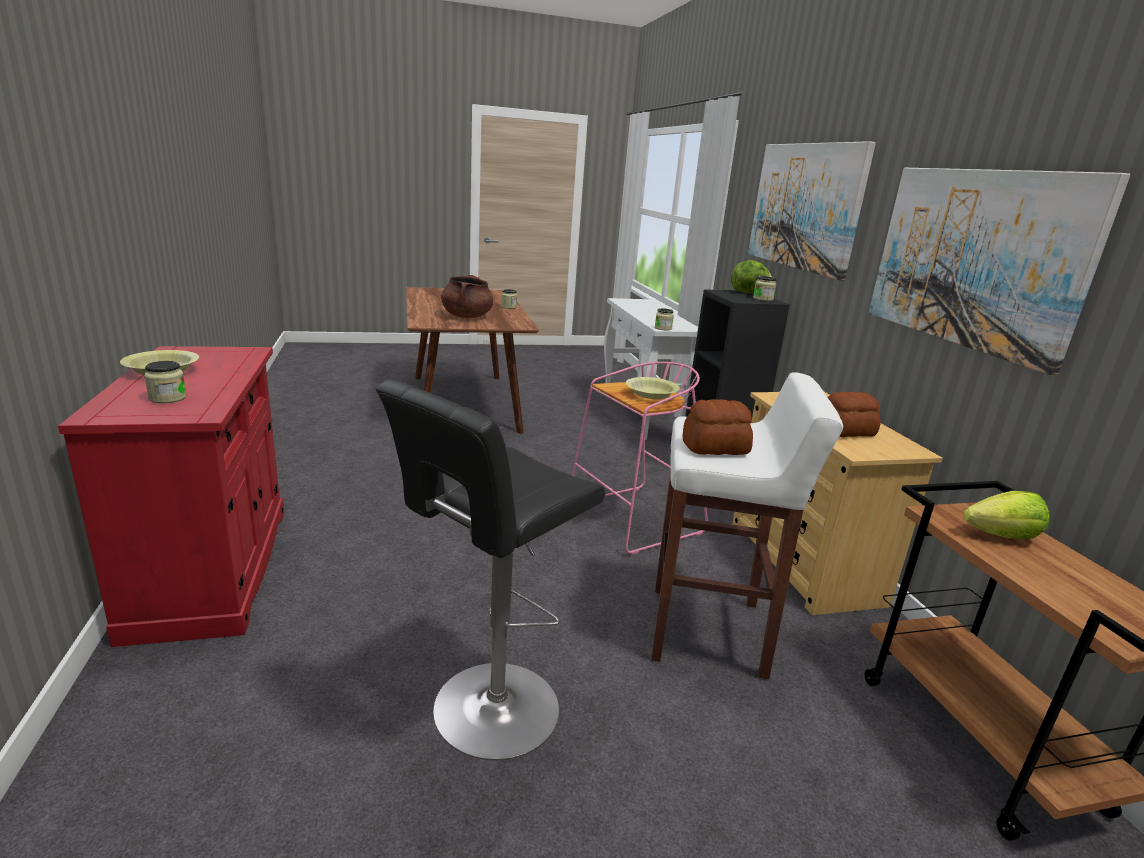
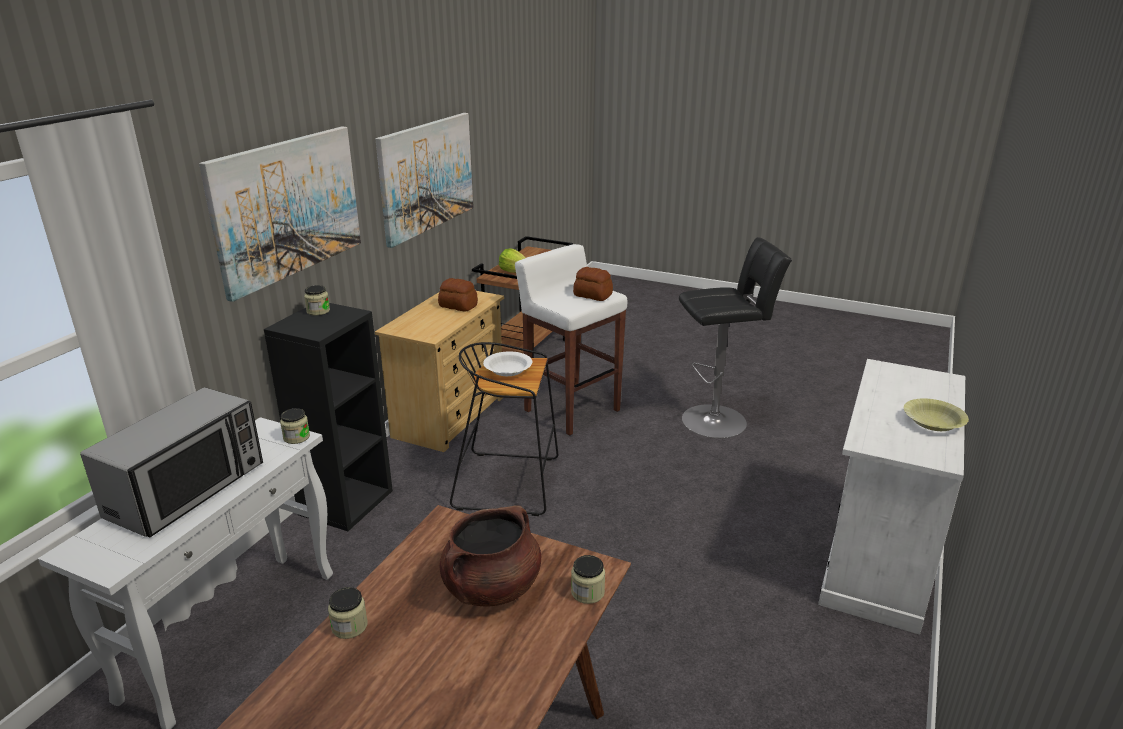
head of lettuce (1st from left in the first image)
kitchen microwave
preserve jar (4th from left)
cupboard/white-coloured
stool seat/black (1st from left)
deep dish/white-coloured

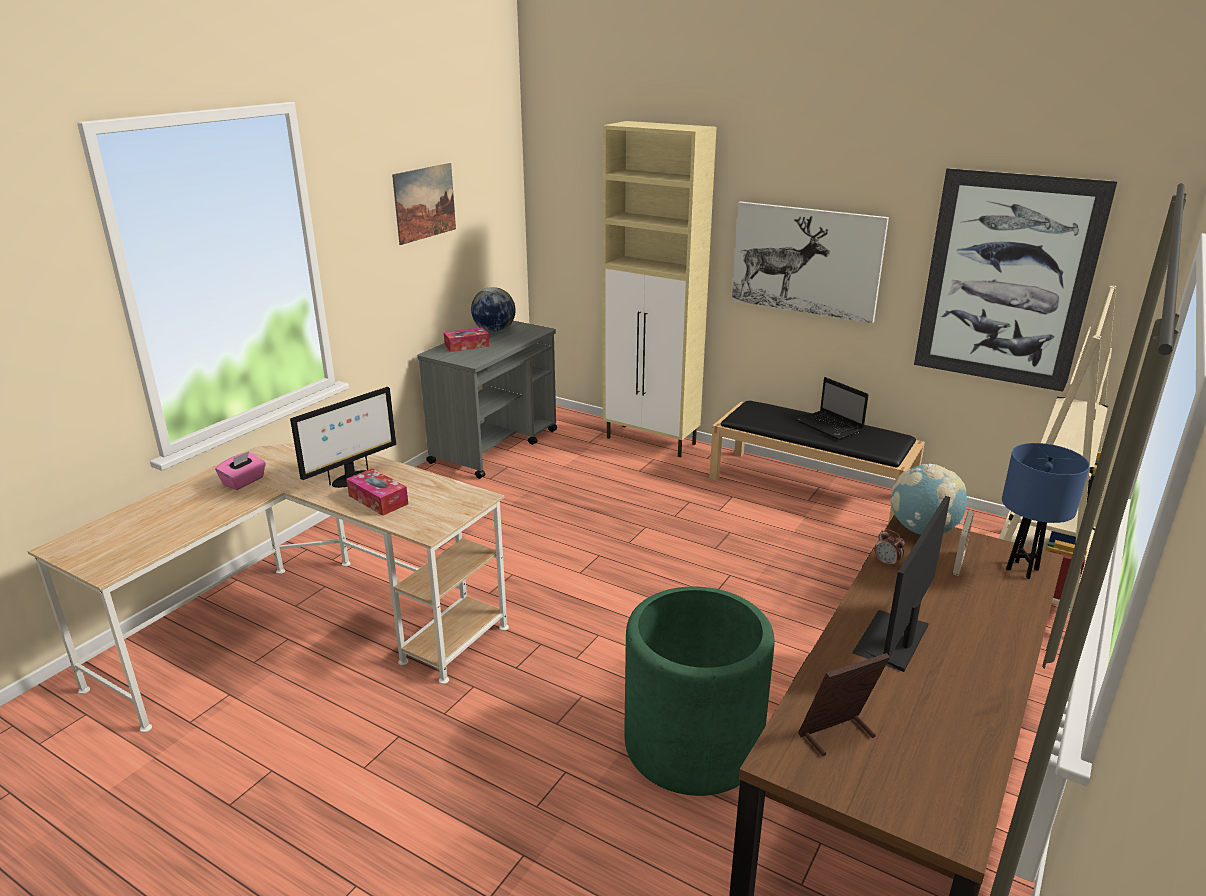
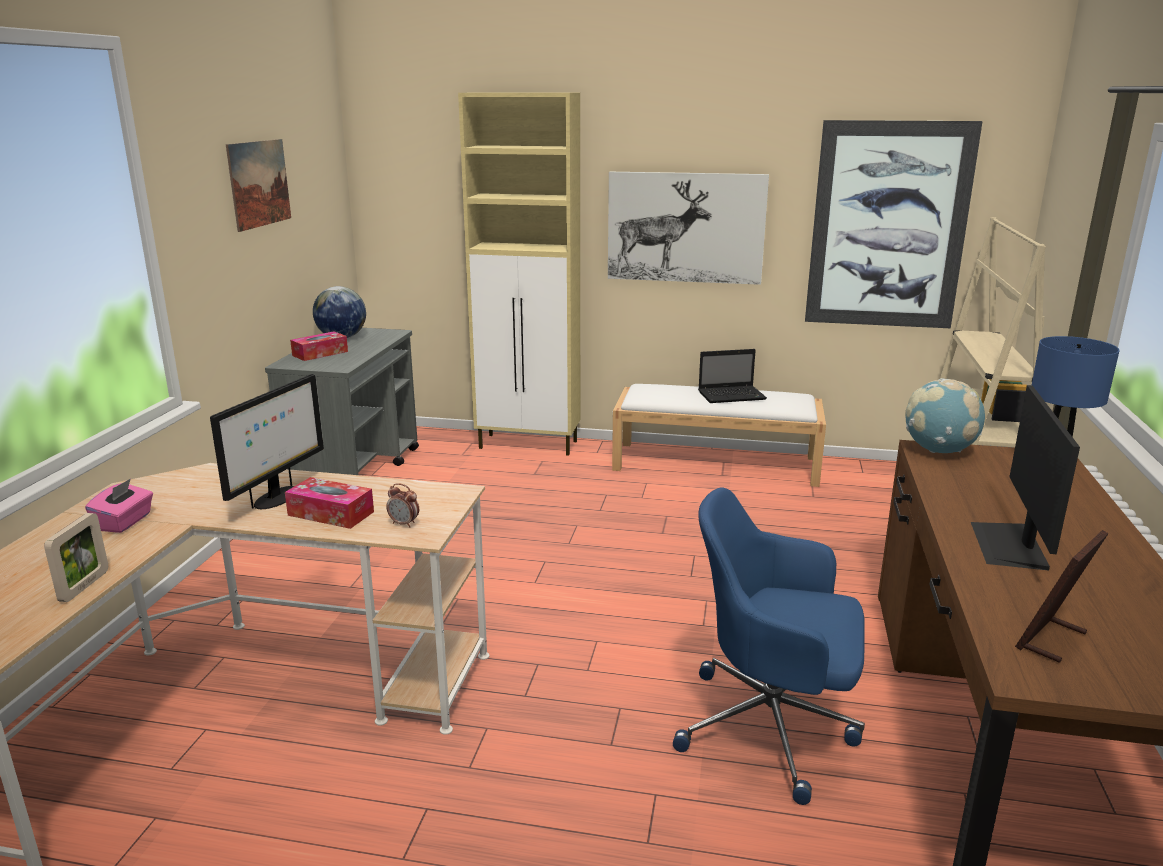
alarm clock
standing frame (1st from left)
office chair/blue
long seat/white-coloured
laptop

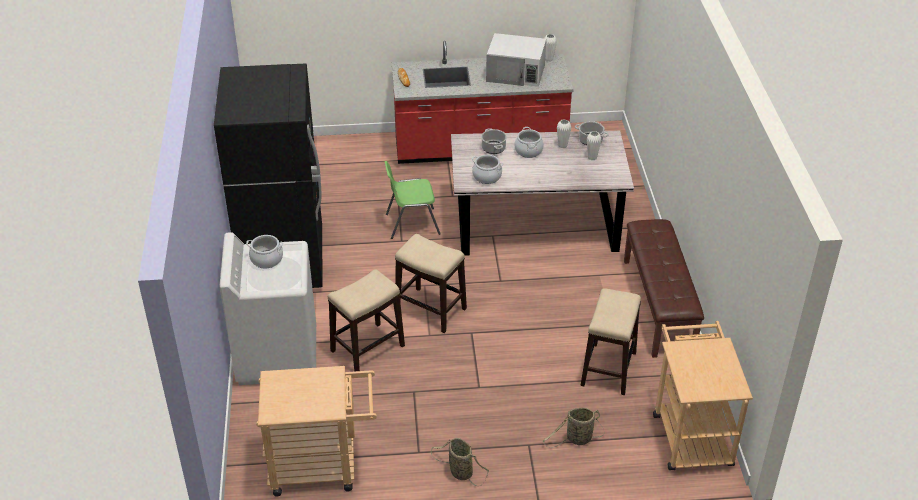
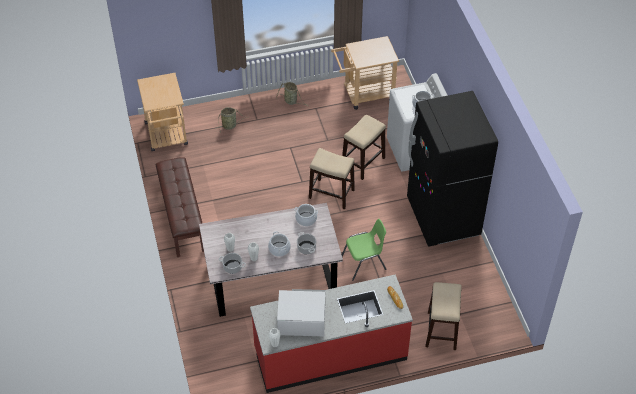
stool seat (3rd from left)

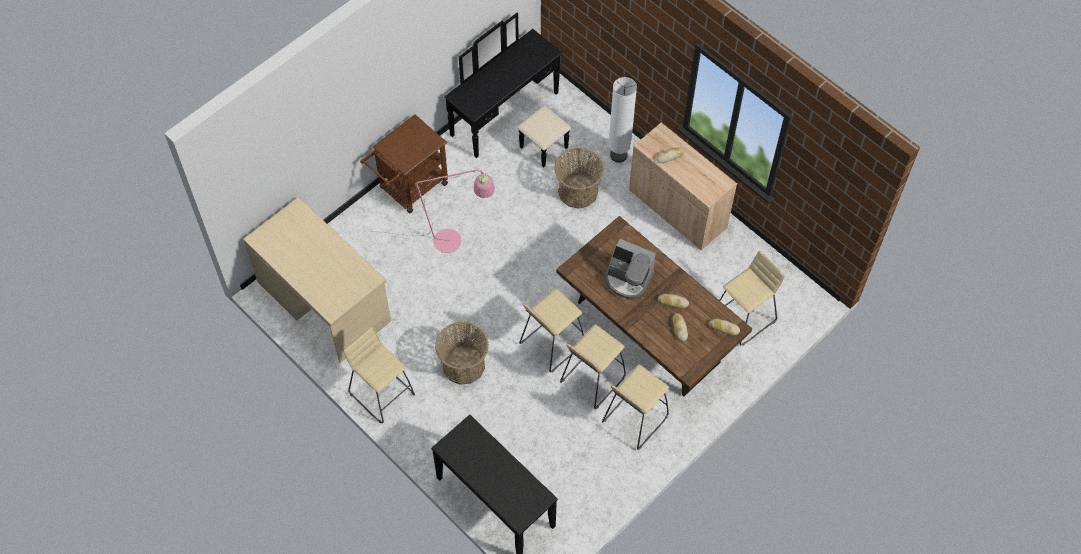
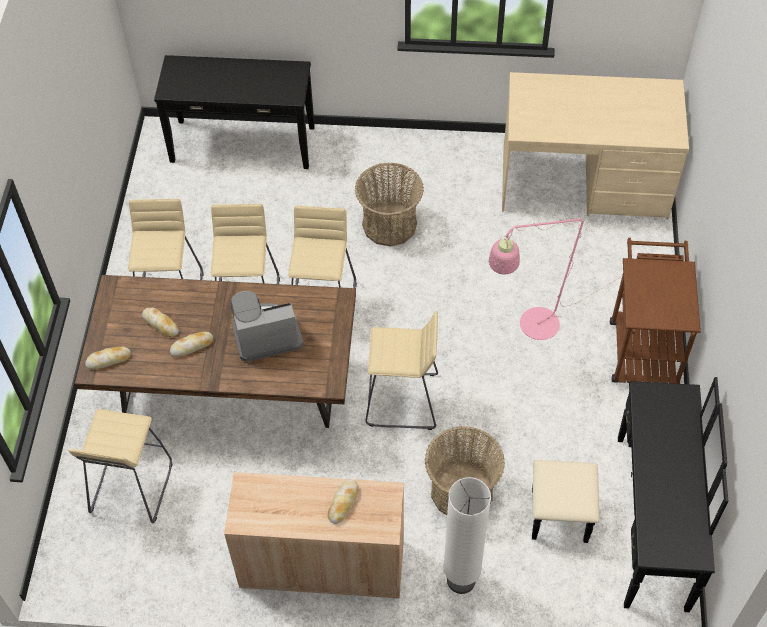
stool seat/beige-coloured (5th from left)

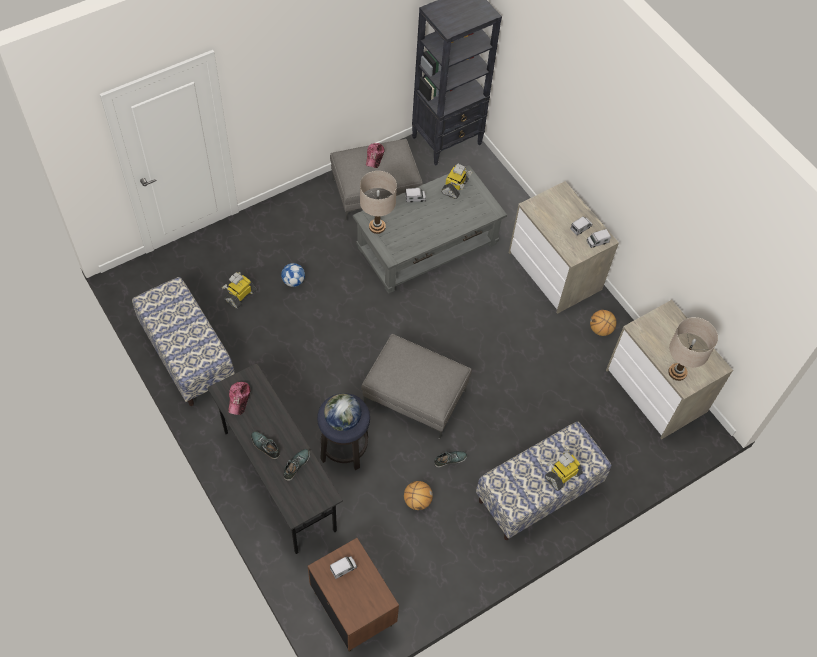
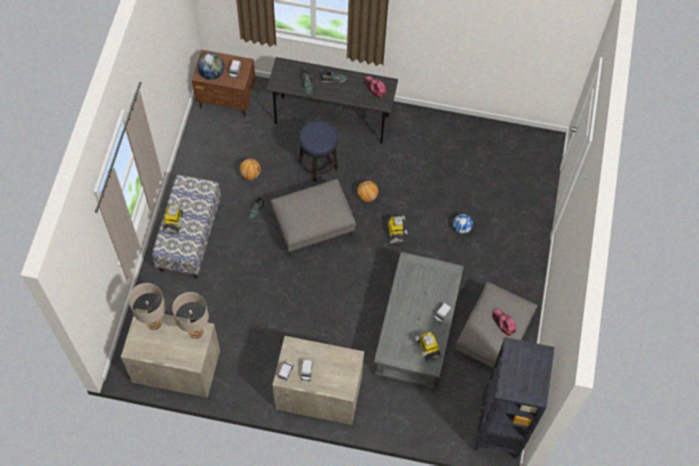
long seat (1st from left in the first image)
model robot (2nd from left)
desk globe
lamp for a table/beige-coloured (2nd from left)
basketball ball (2nd from left)

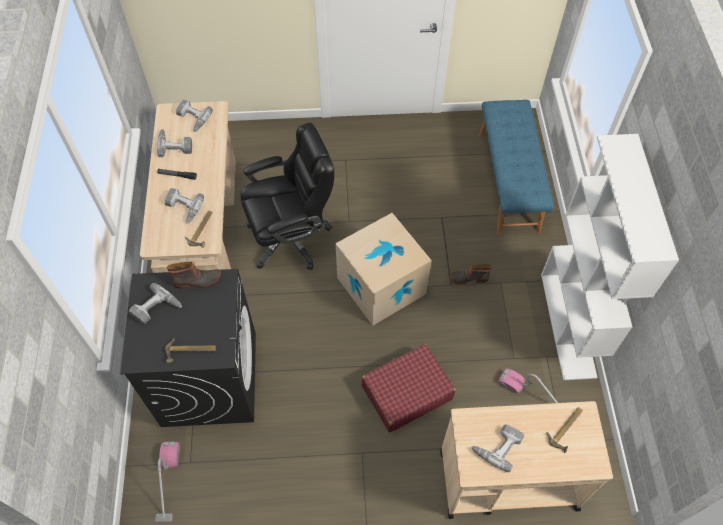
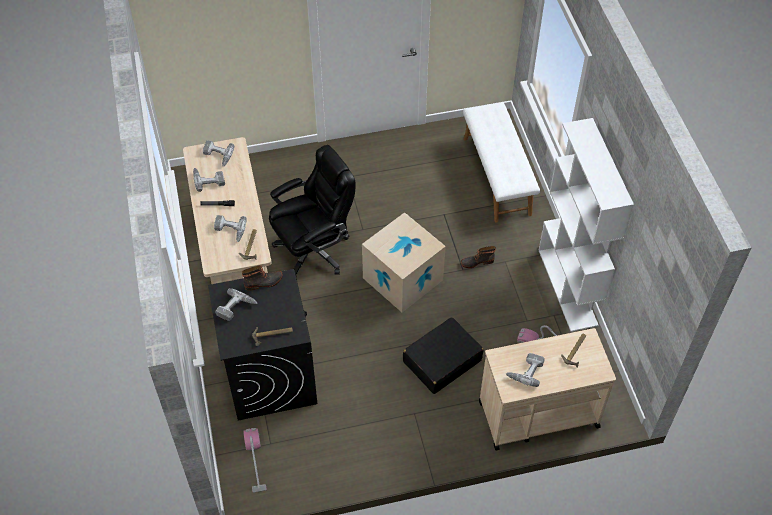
piece of luggage/black
long seat/white-coloured

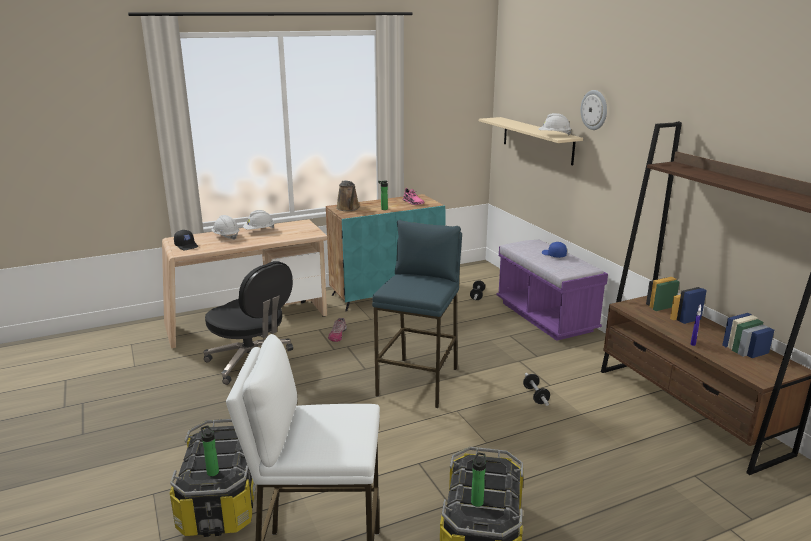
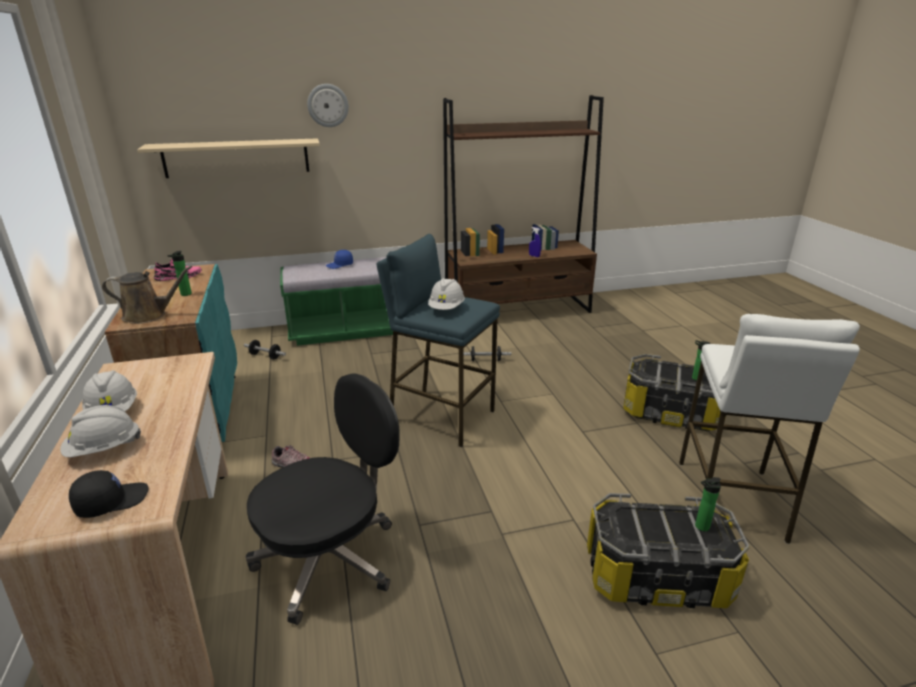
safety helmet/white-coloured (3rd from left)
long seat/greenish

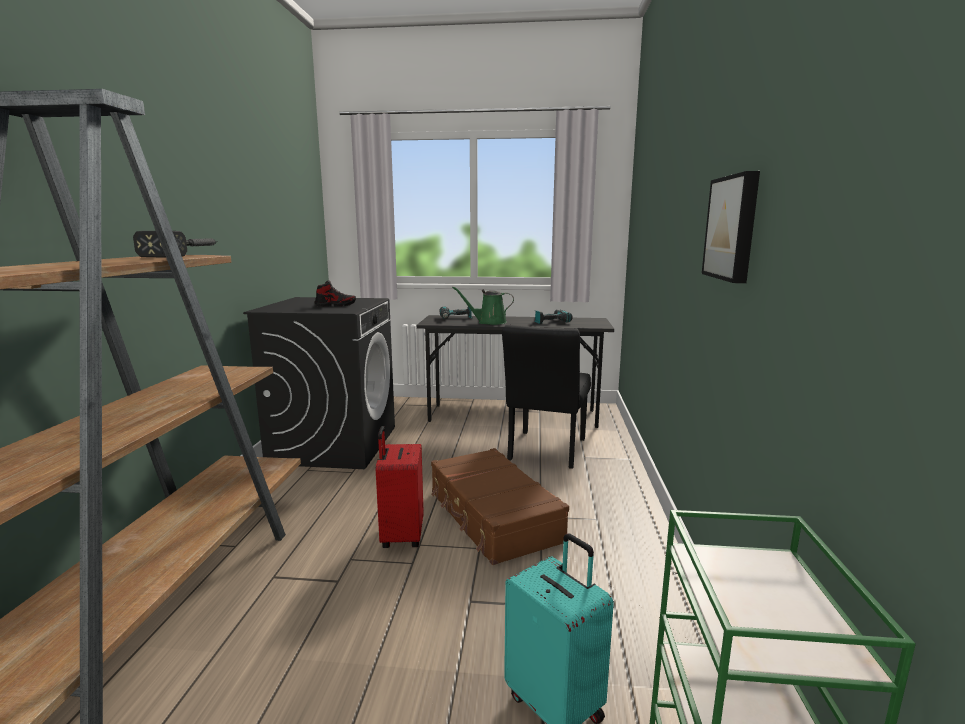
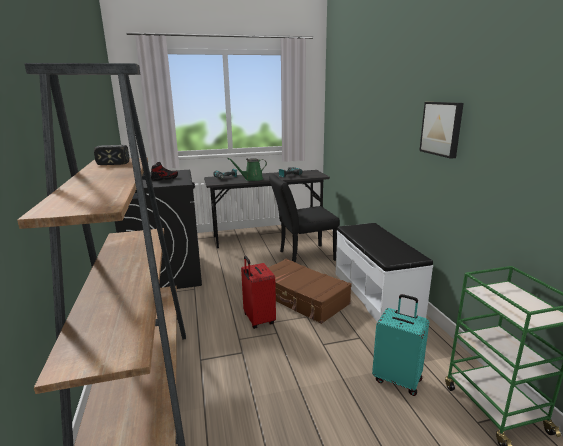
long seat/white-coloured
plain chair/black

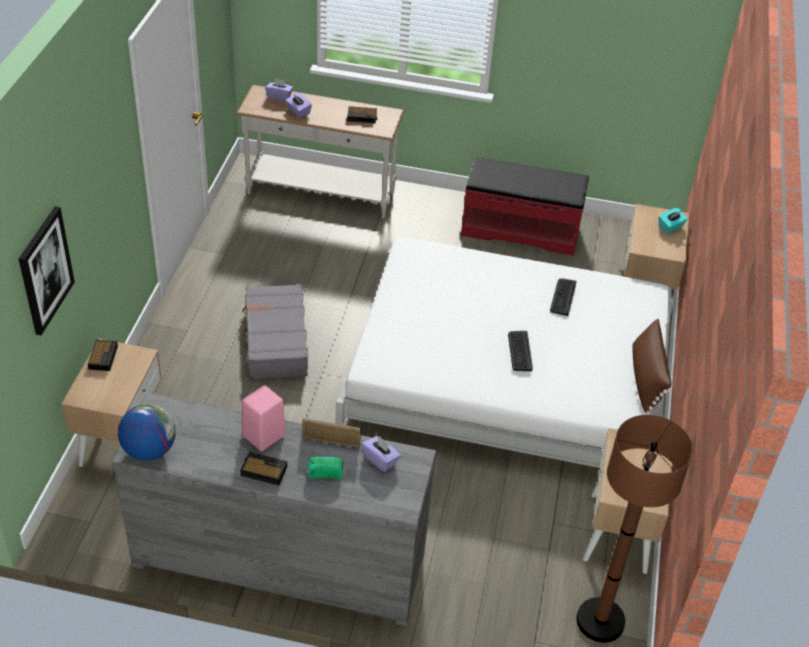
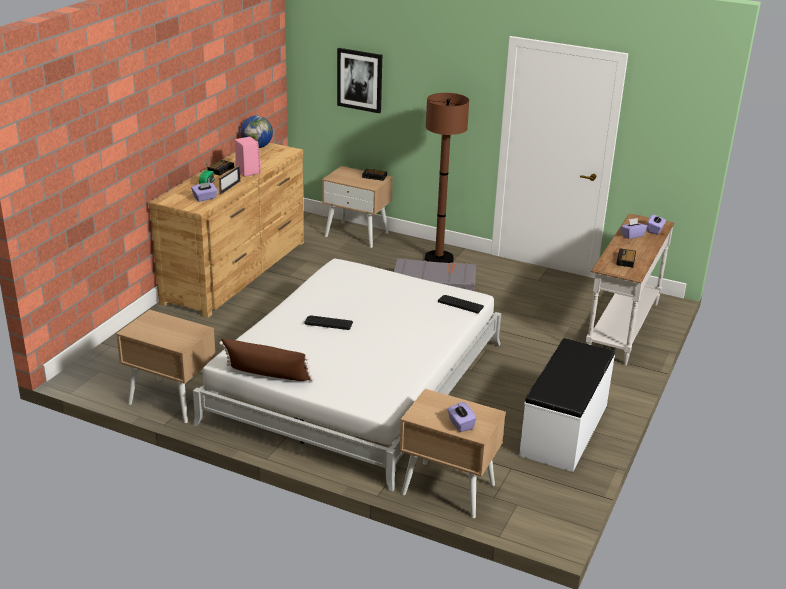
keyboard (2nd from left)
floor lamp/brownish
chest of drawers/brownish
long seat/white-coloured
box of tissues/purple (2nd from left)

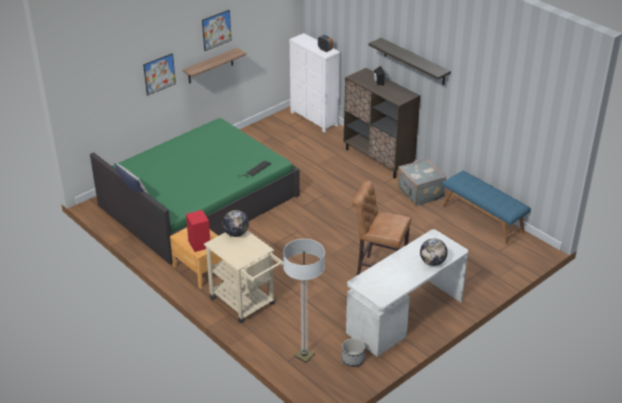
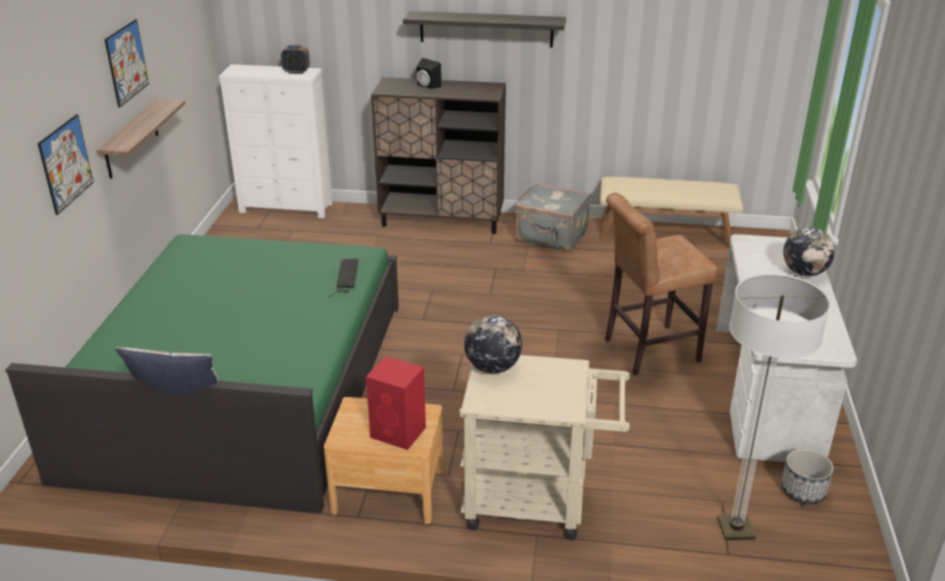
long seat/beige-coloured

